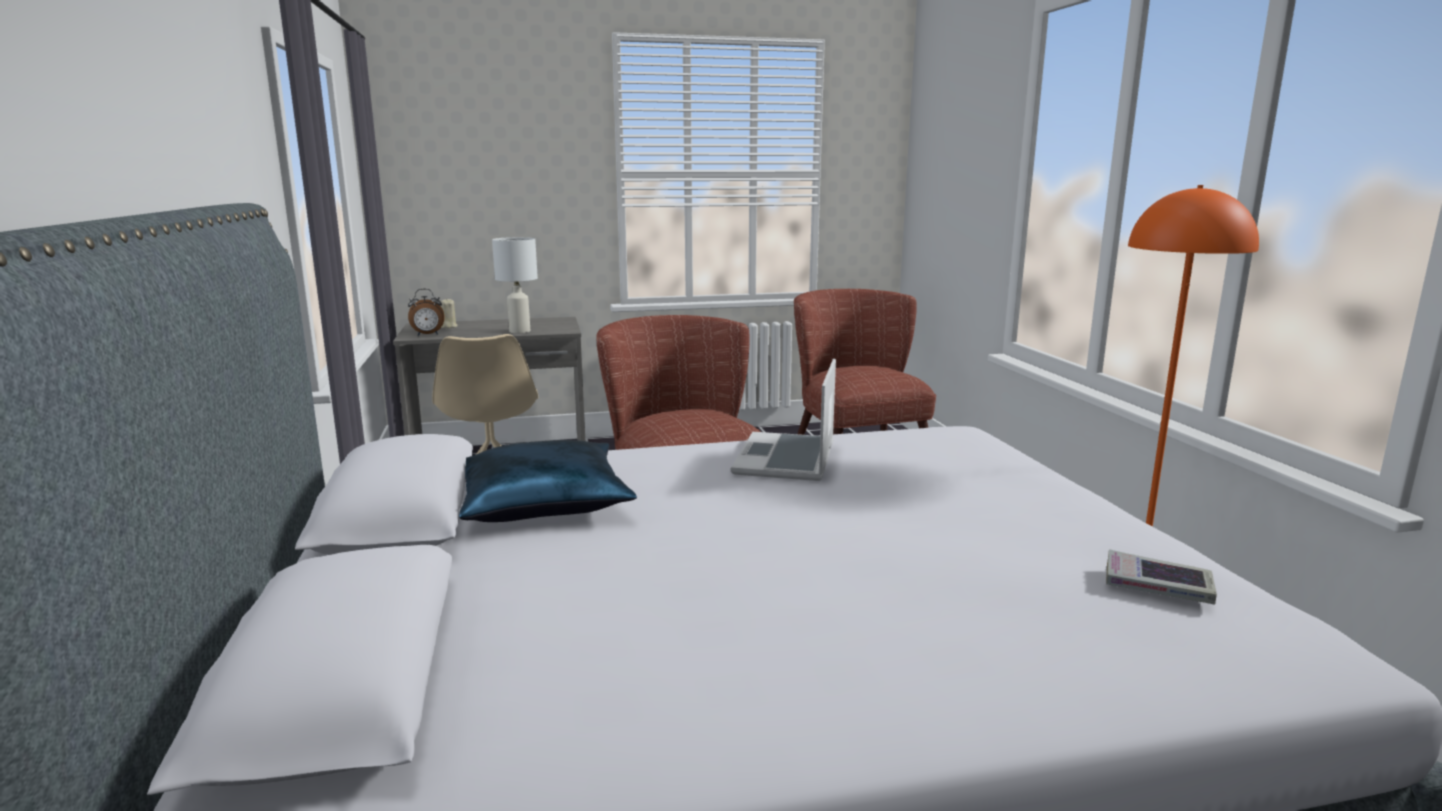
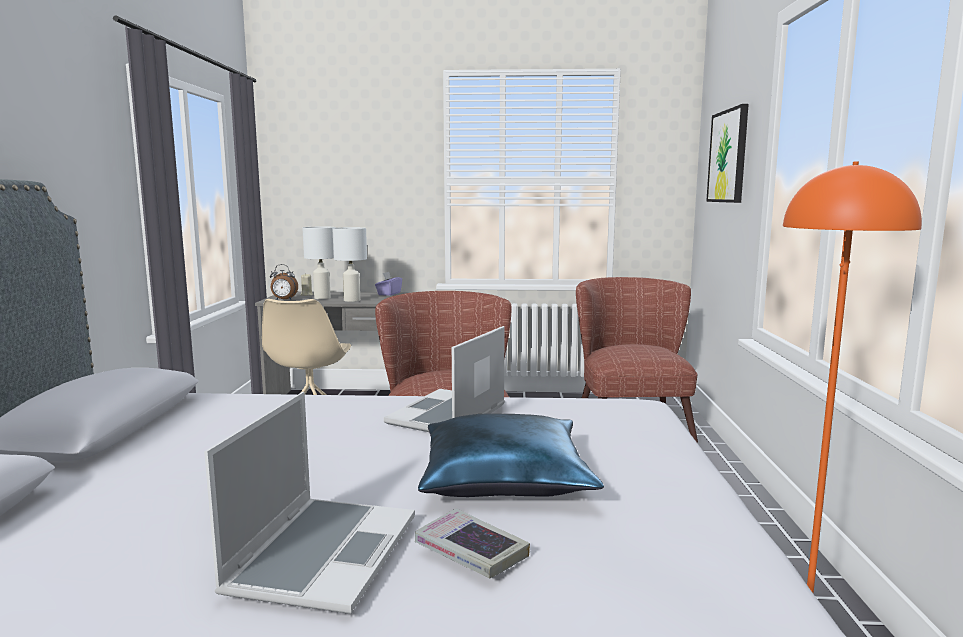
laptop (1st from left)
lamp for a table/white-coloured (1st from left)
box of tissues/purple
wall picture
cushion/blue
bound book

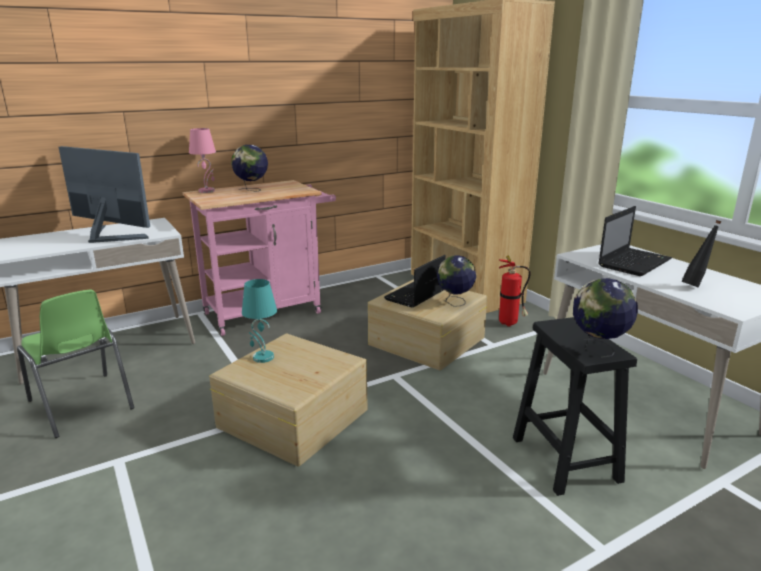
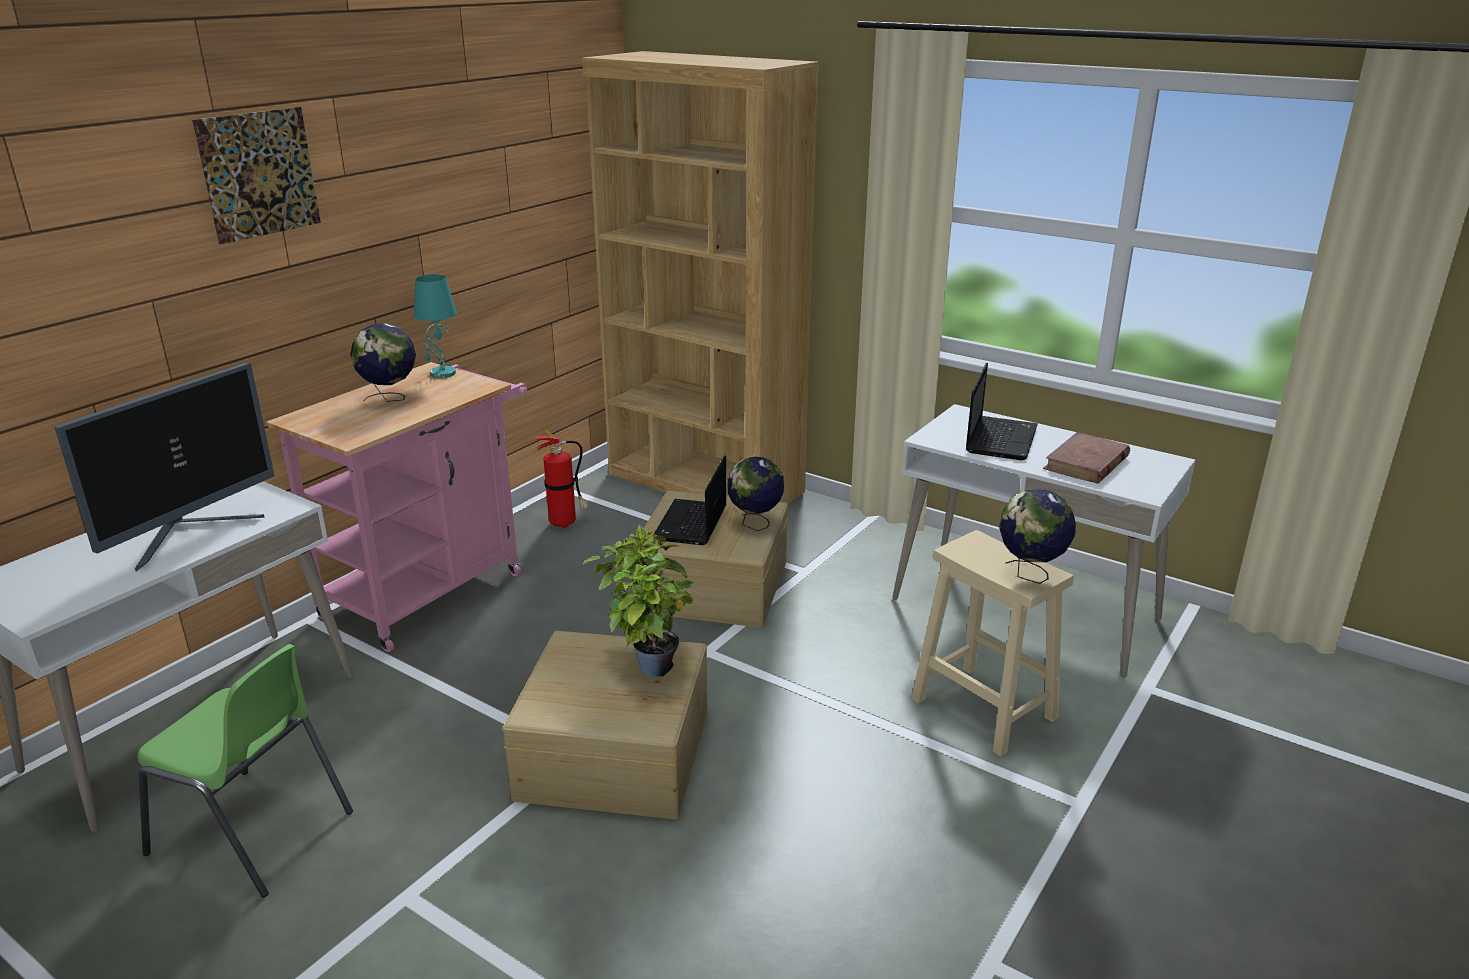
lamp for a table/pinkish
wall picture
houseplant
lamp for a table/turquoise-coloured
fire-fighting cylinder
bound book/brownish
stool seat/beige-coloured
monitor

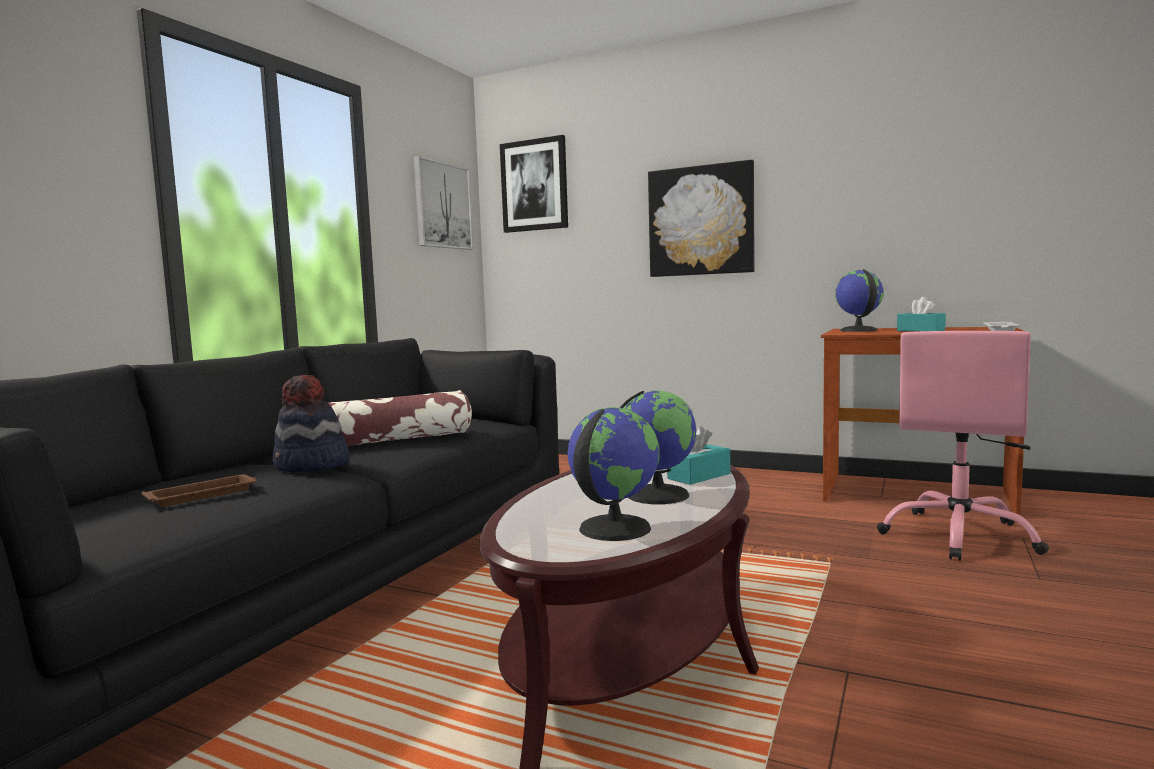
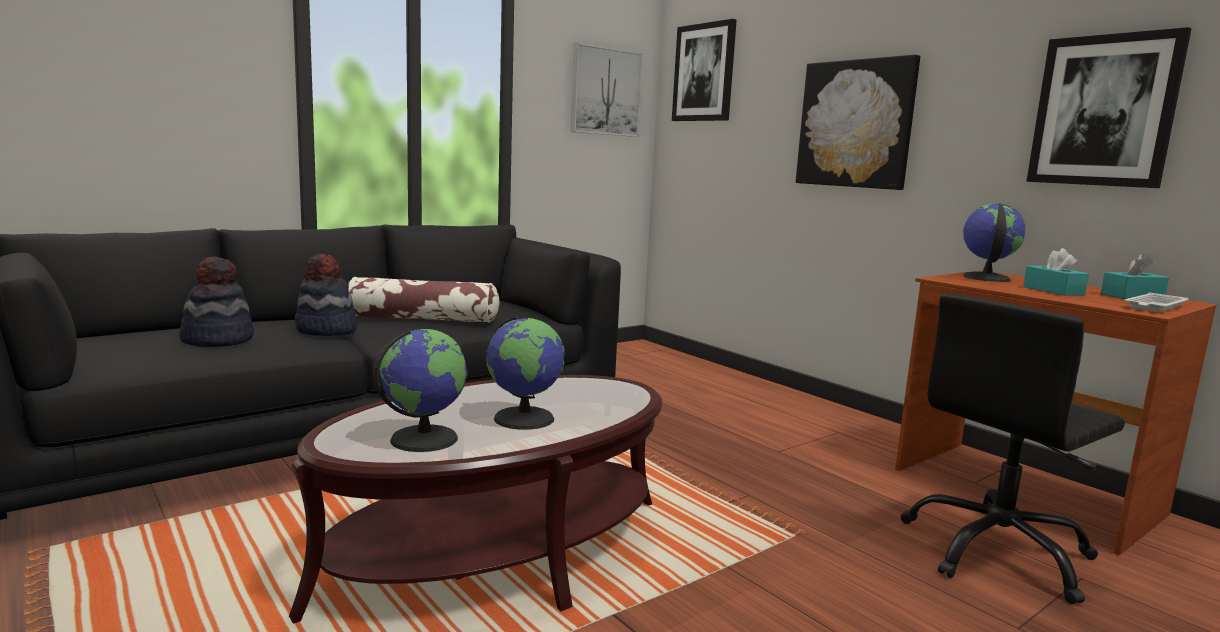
wall picture (4th from left)
box of tissues/turquoise-coloured (2nd from left)
clothing hat (1st from left)
office chair/black

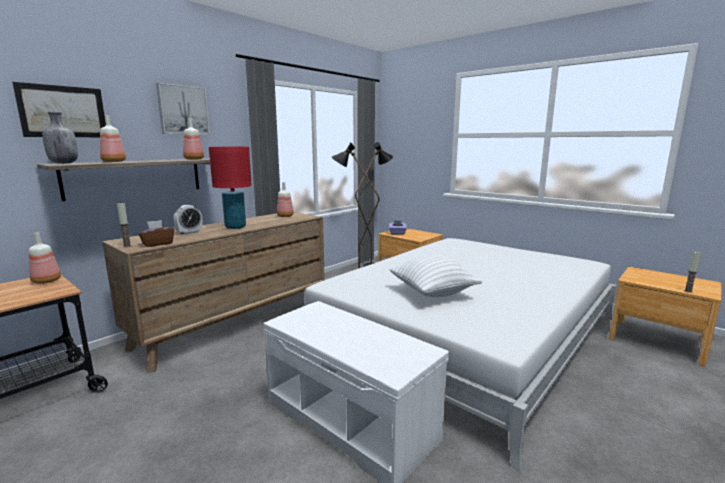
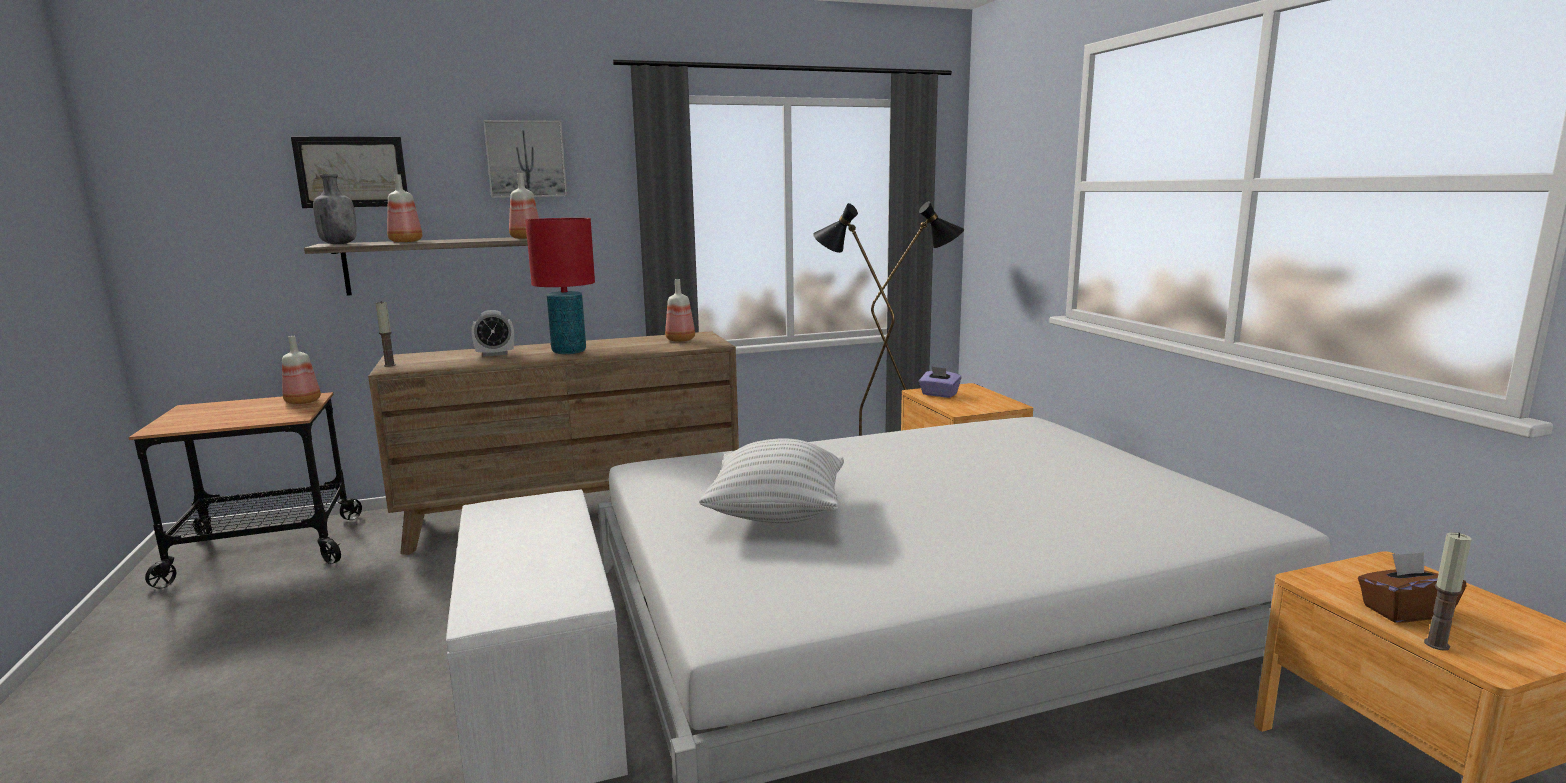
box of tissues/brownish

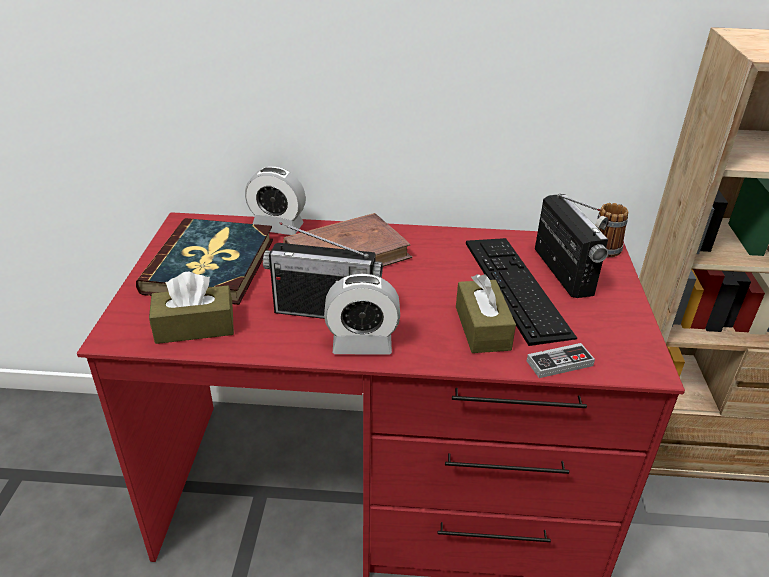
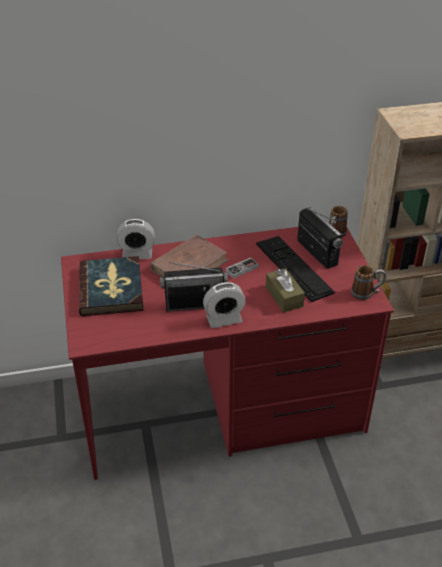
box of tissues/brownish (1st from left in the first image)
tea mug (2nd from left)
joypad

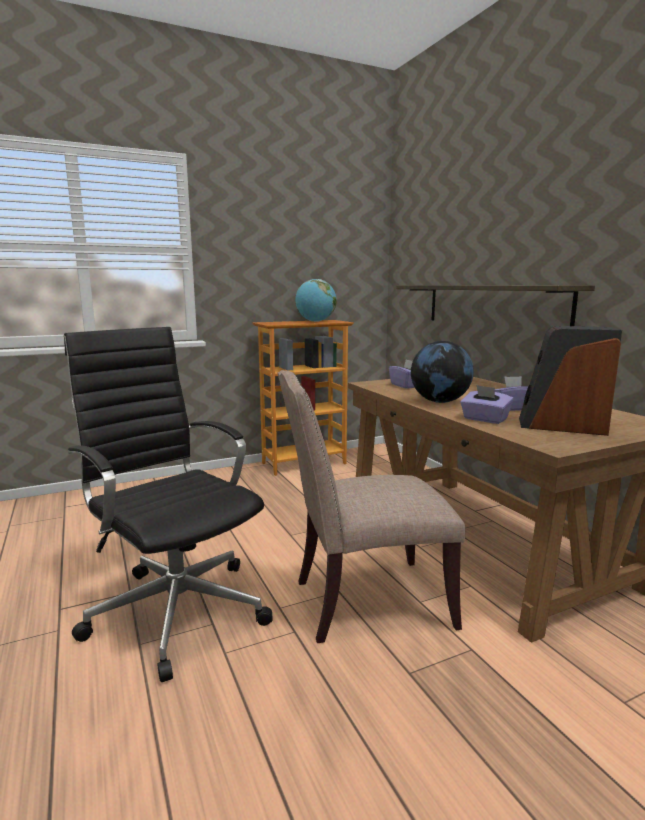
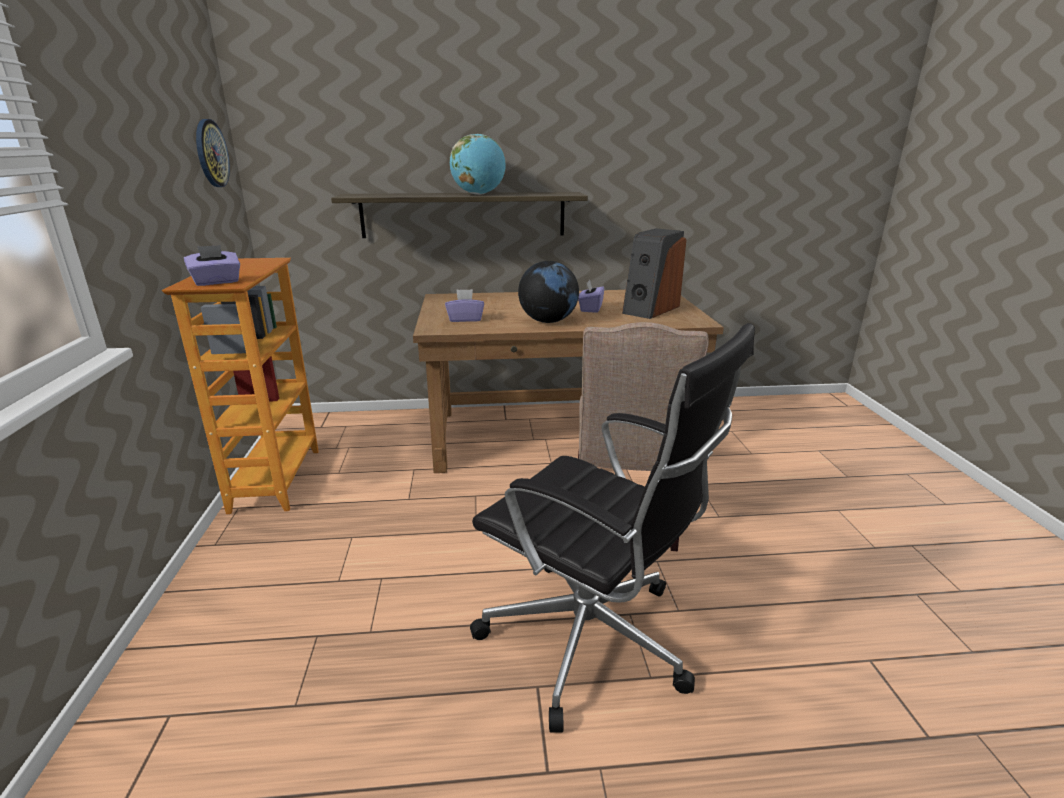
wall clock
desk globe (1st from left)
box of tissues/purple (1st from left)
office chair/black

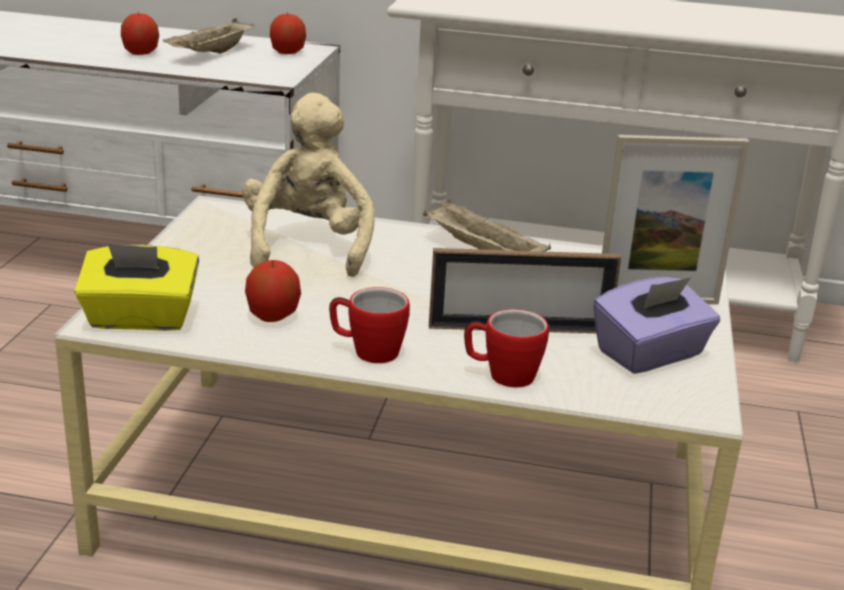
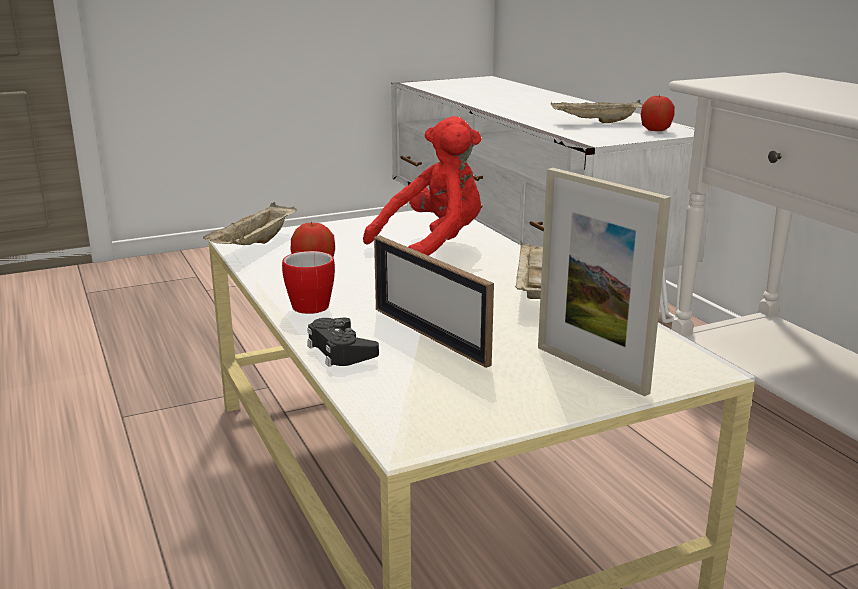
apple fruit (1st from left in the first image)
box of tissues/purple
carrying tray/beige-coloured (1st from left)
joypad/black
soft toy/red-coloured

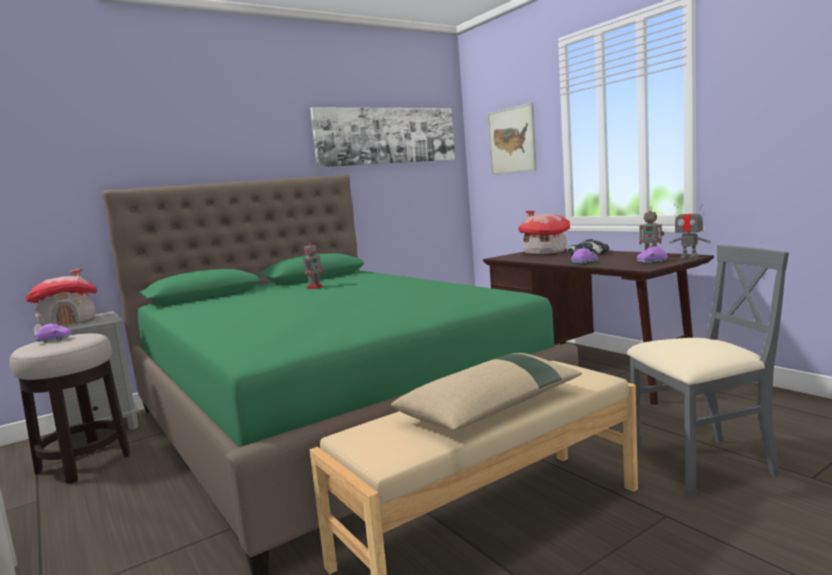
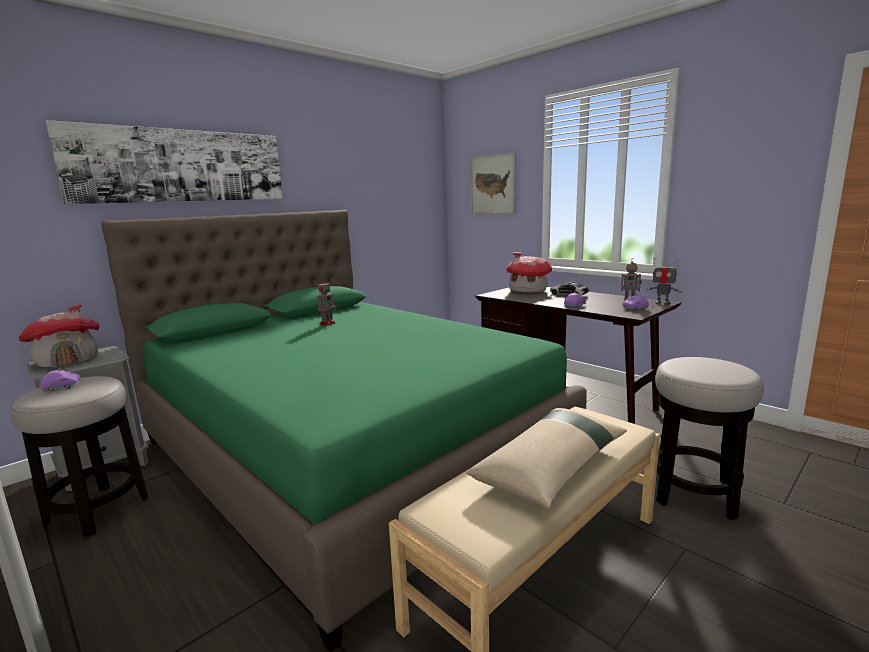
wall picture (1st from left)
stool seat (2nd from left)

